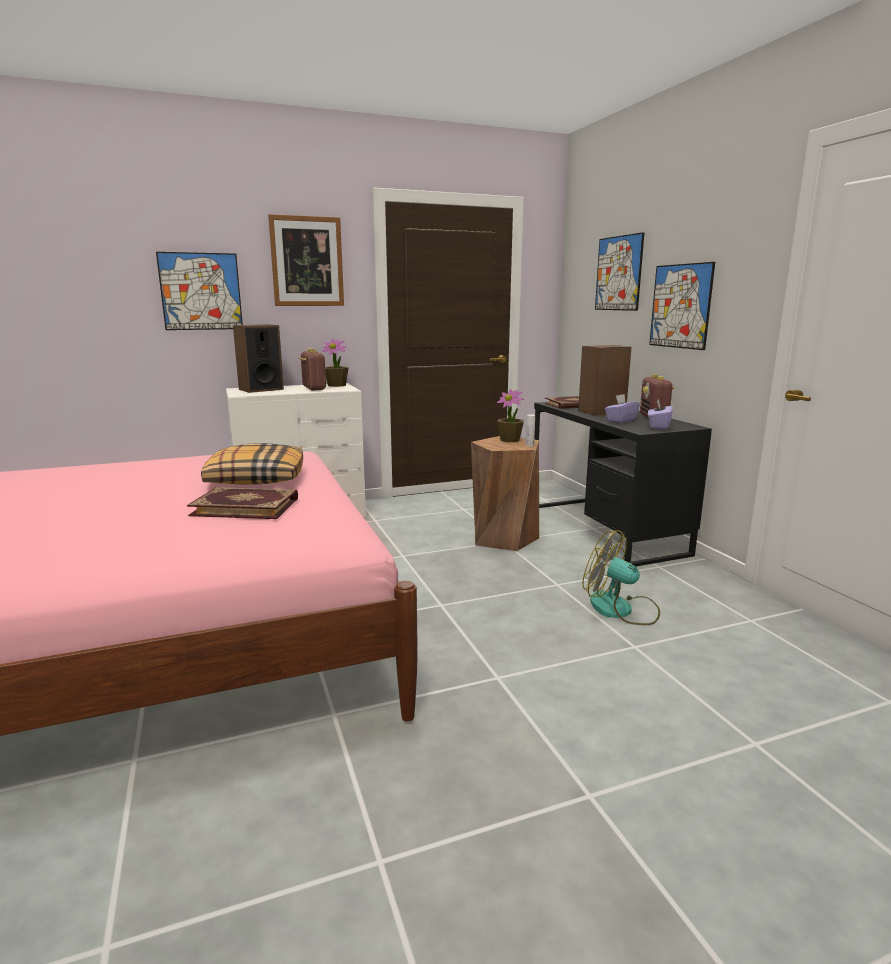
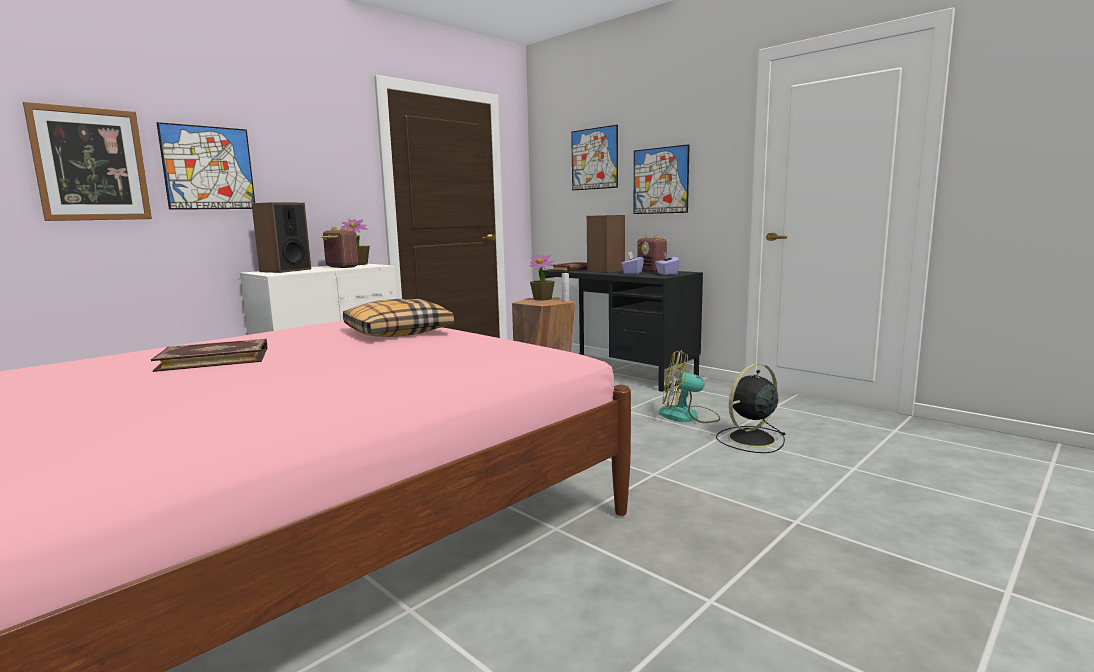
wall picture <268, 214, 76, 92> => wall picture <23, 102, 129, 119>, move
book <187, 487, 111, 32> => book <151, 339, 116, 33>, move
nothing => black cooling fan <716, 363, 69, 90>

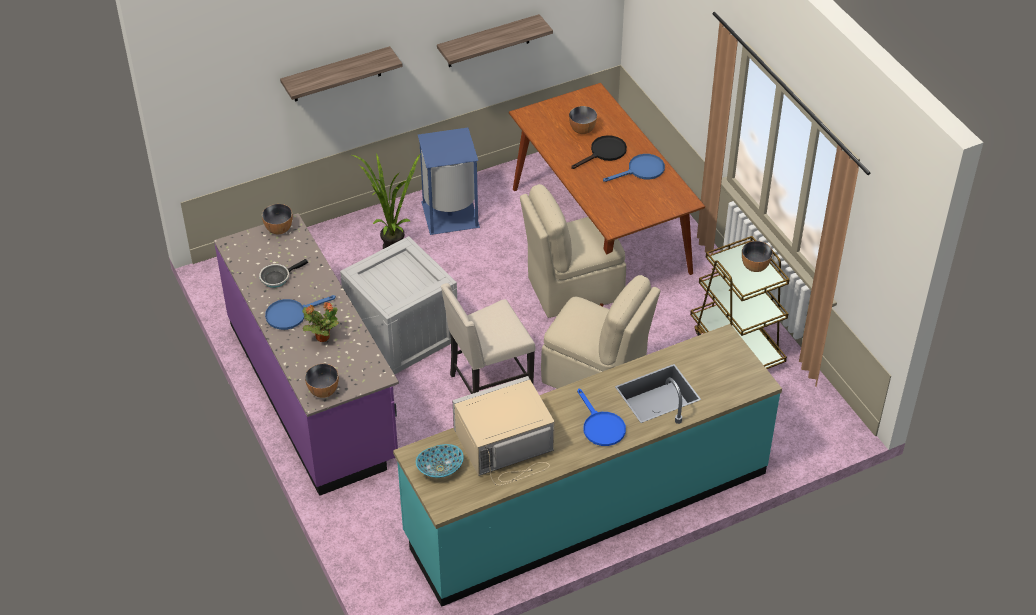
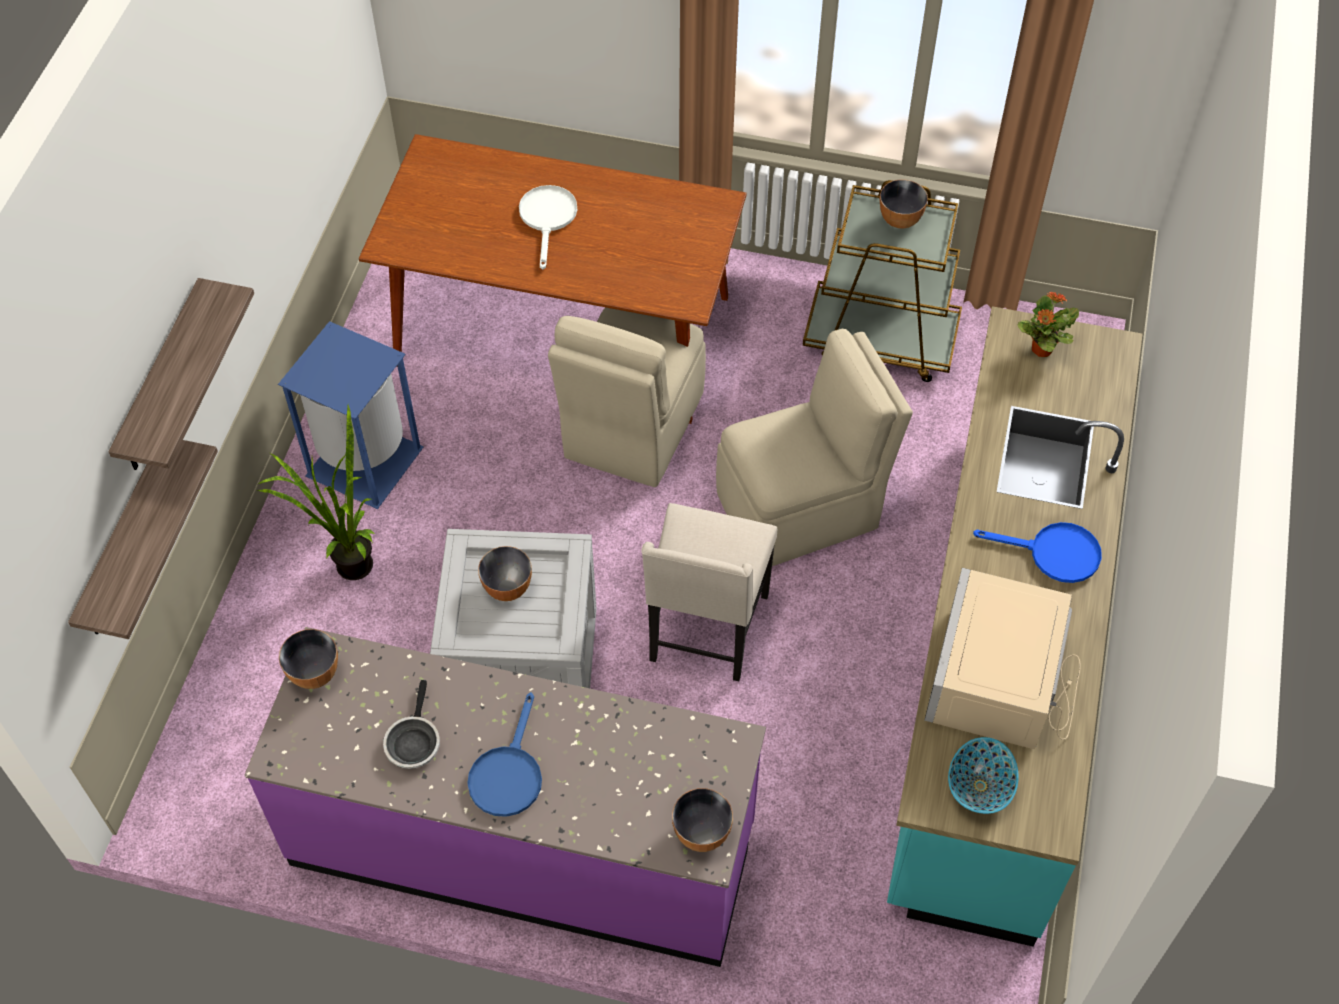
bracket shelf <437, 14, 116, 53> => bracket shelf <68, 440, 150, 199>, move
serving bowl <569, 106, 28, 28> => serving bowl <478, 546, 54, 55>, move
black skillet <571, 135, 56, 34> => white skillet <519, 185, 58, 84>
potted plant <302, 302, 37, 40> => potted plant <1017, 291, 62, 66>, move
blue skillet <603, 154, 62, 28> => nothing

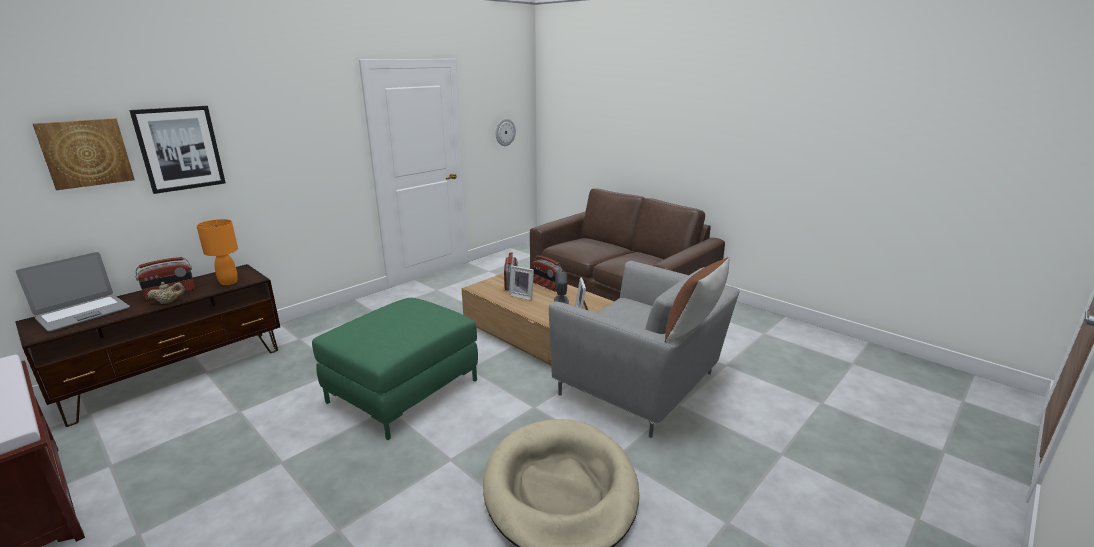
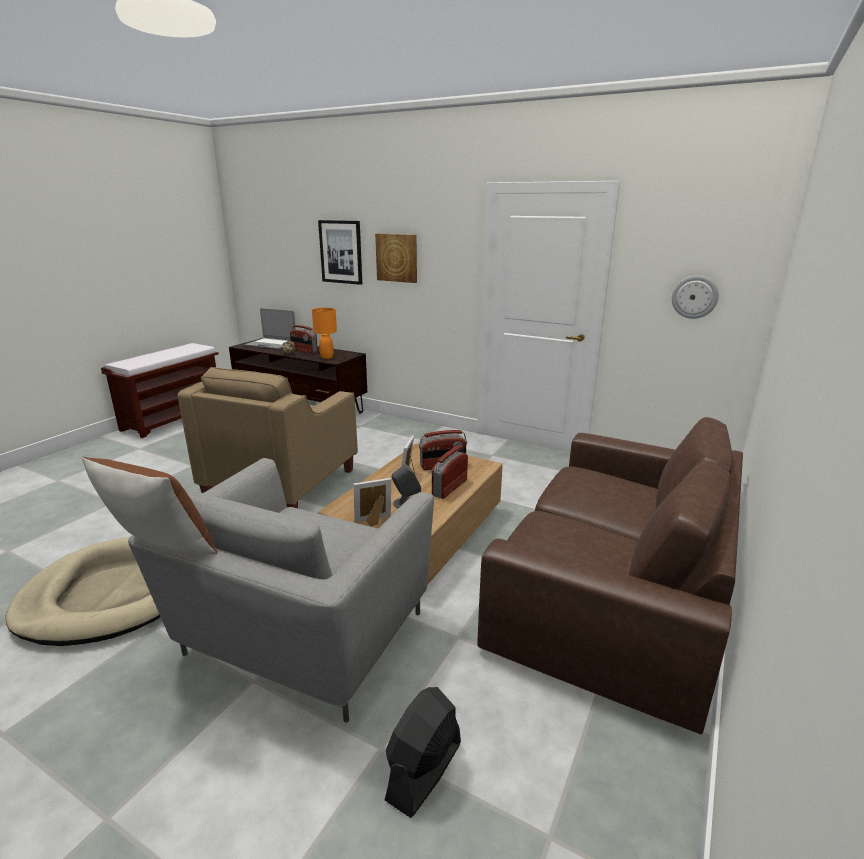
green ottoman <312, 298, 166, 142> => beige lounge chair <178, 367, 180, 141>
wall picture <32, 118, 103, 72> => wall picture <375, 233, 42, 50>, move
nothing => black cooling fan <385, 687, 76, 131>

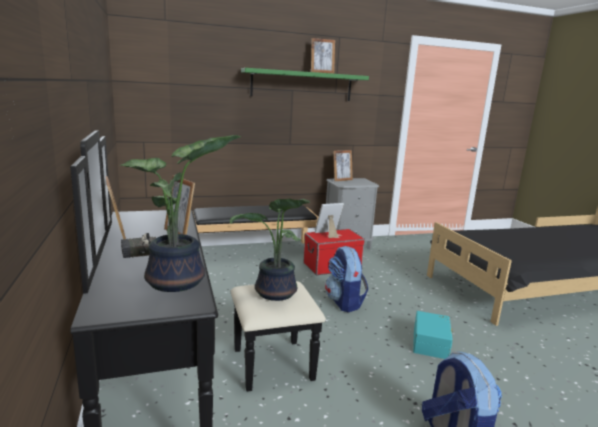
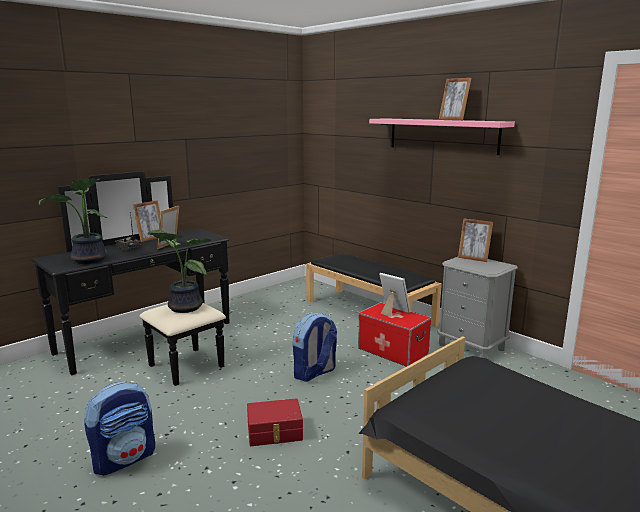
turquoise storage container <413, 311, 40, 48> => reddish storage container <247, 398, 56, 48>
green bracket shelf <241, 68, 128, 33> => pink-coloured bracket shelf <369, 118, 146, 37>

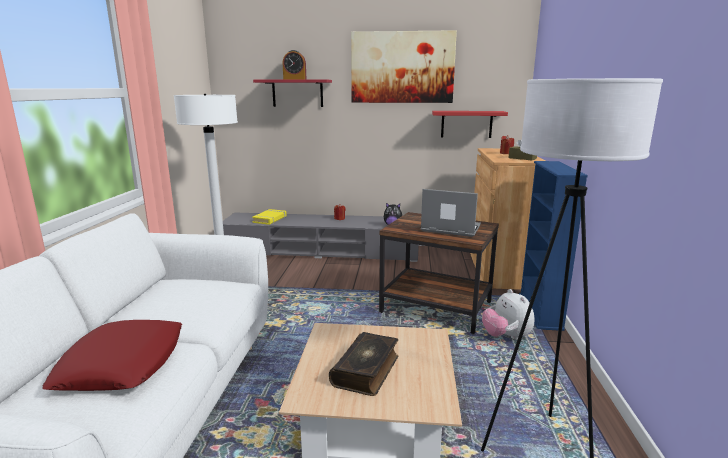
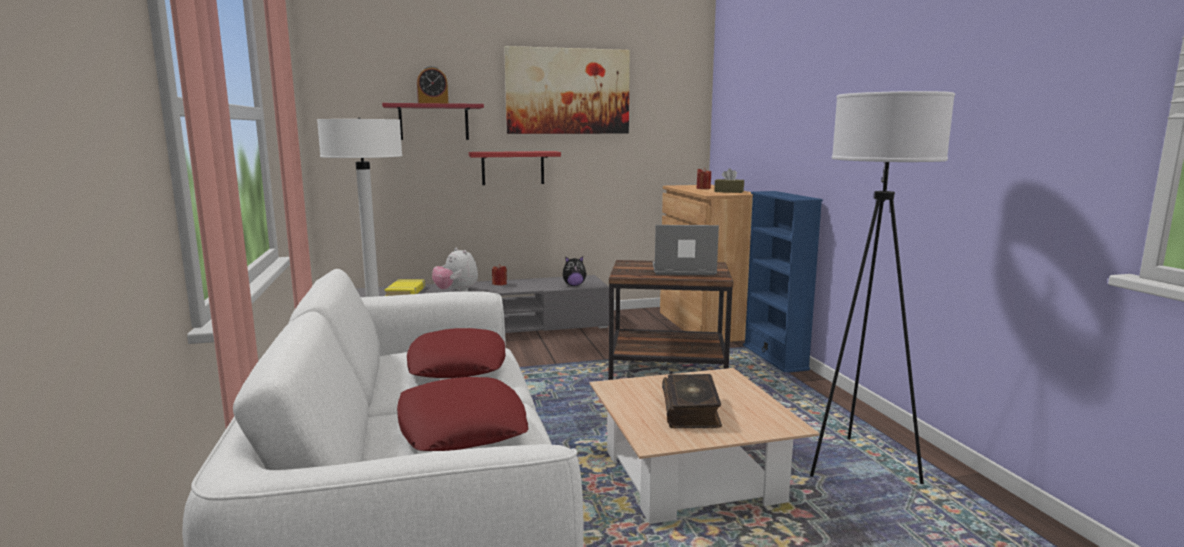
nothing => reddish cushion <407, 328, 98, 50>
soft toy <482, 289, 52, 51> => soft toy <432, 248, 46, 44>, move
reddish bracket shelf <432, 111, 76, 27> => reddish bracket shelf <469, 151, 92, 34>, move

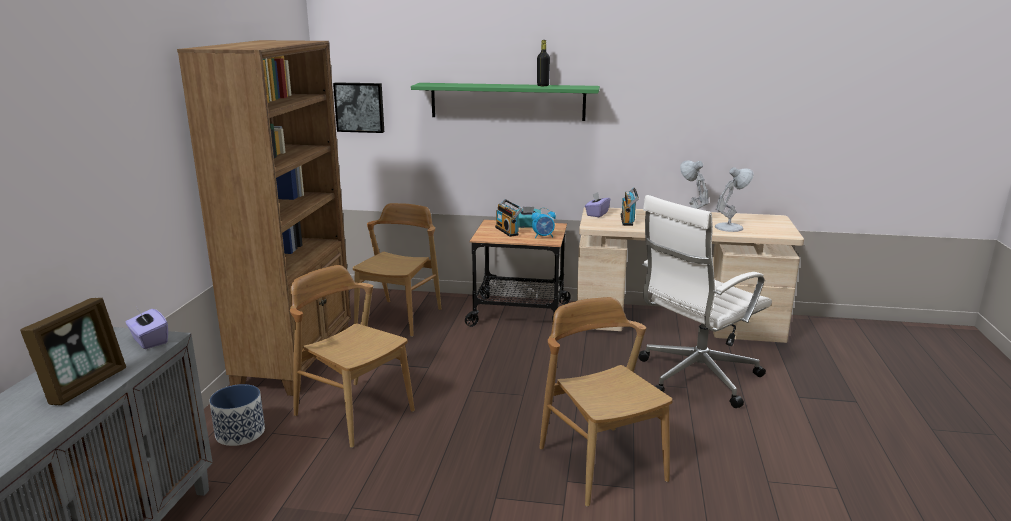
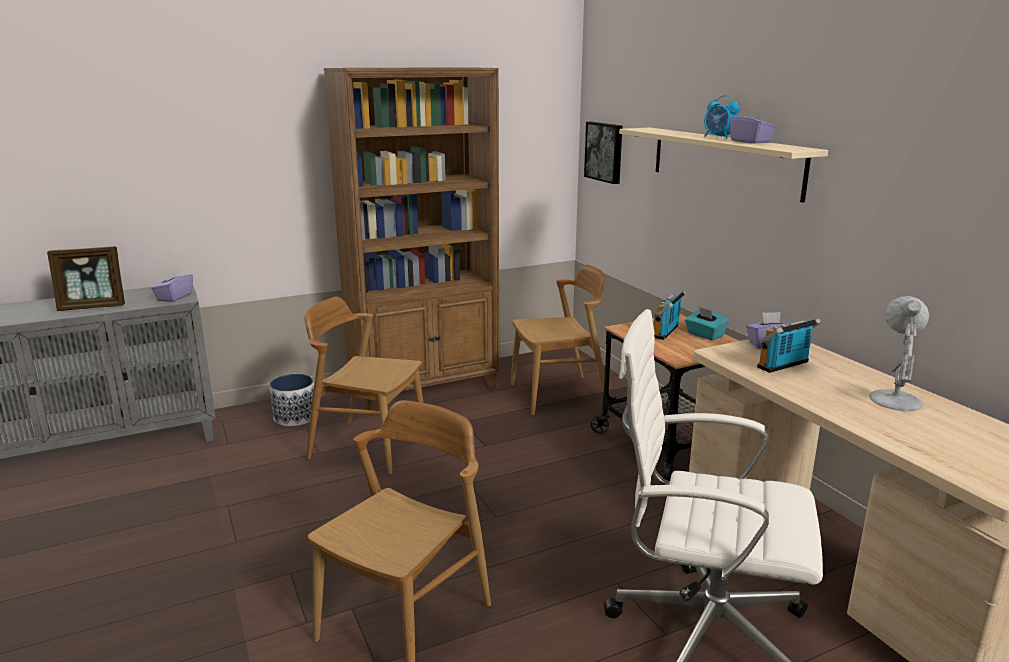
brown-coloured chair <290, 265, 125, 183> => brown-coloured chair <305, 297, 118, 177>, 75 degrees counterclockwise
green bracket shelf <411, 83, 189, 38> => beige bracket shelf <619, 128, 209, 75>
bedside clock <532, 208, 24, 30> => bedside clock <704, 95, 36, 43>, move
black drink bottle <537, 40, 13, 46> => purple-coloured tissue box <729, 108, 47, 36>
white table lamp <715, 167, 39, 65> => nothing

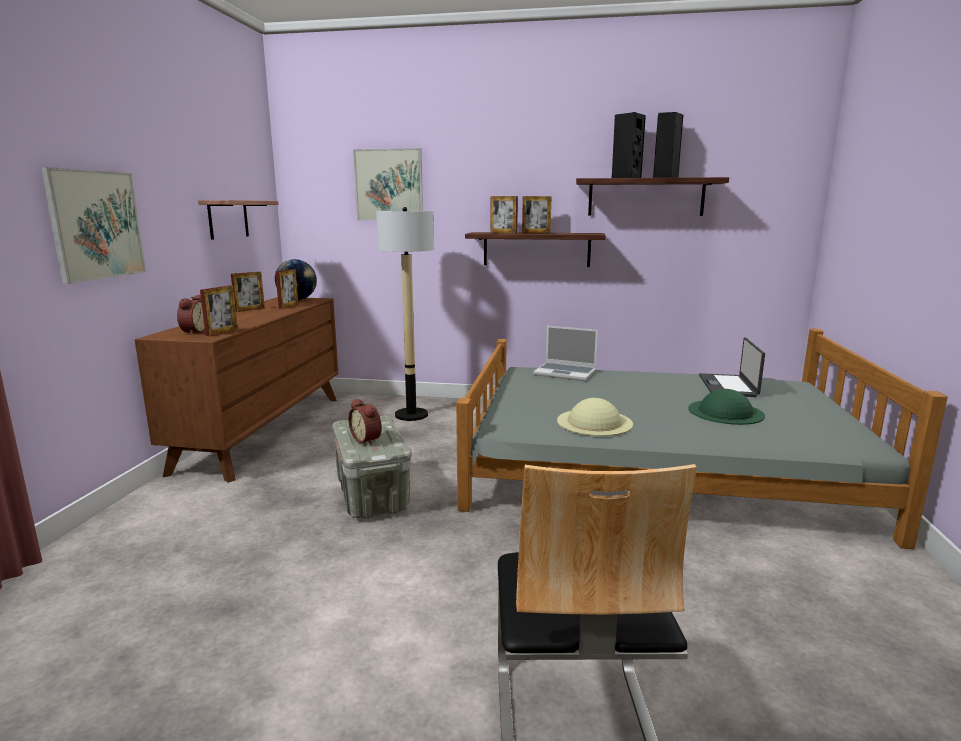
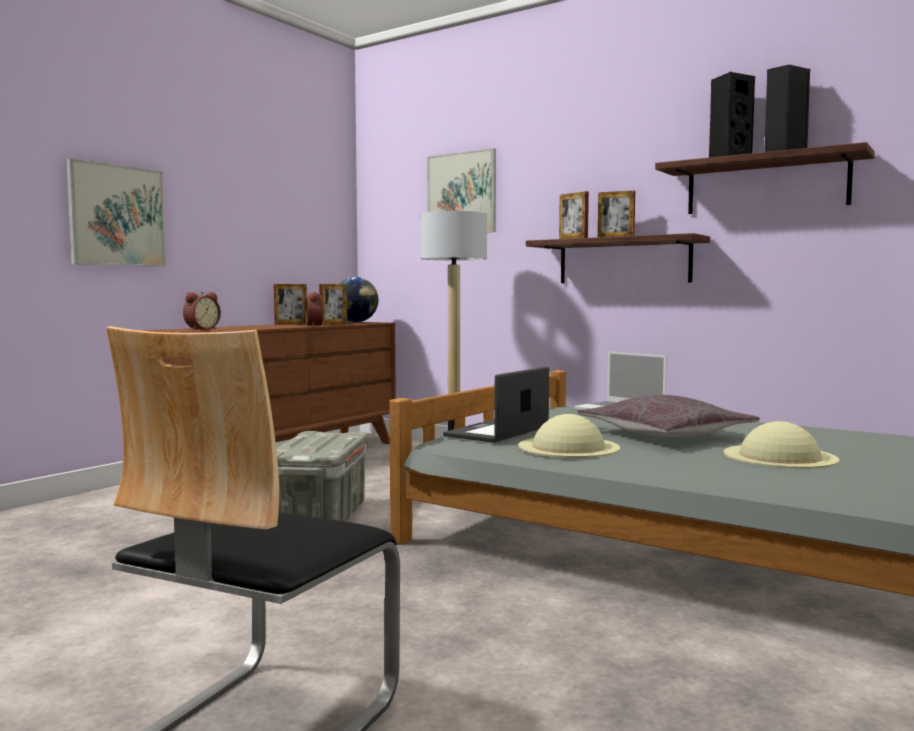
bedside clock <348, 399, 34, 46> => bedside clock <305, 292, 20, 34>, move
notebook computer <699, 337, 66, 60> => notebook computer <443, 367, 106, 76>, move
nothing => gray cushion <578, 395, 182, 42>
green clothing hat <688, 389, 77, 36> => beige clothing hat <724, 421, 116, 48>
bracket shelf <198, 200, 81, 40> => nothing
picture frame <200, 285, 38, 51> => nothing

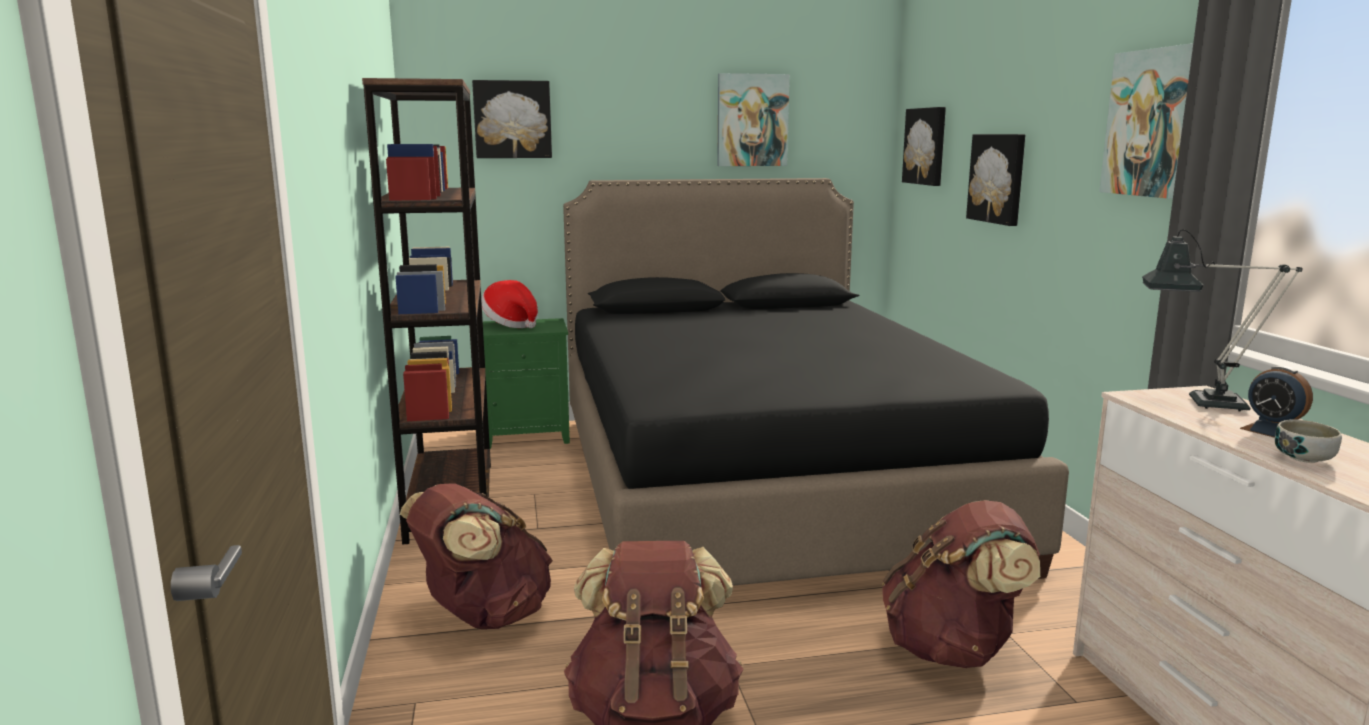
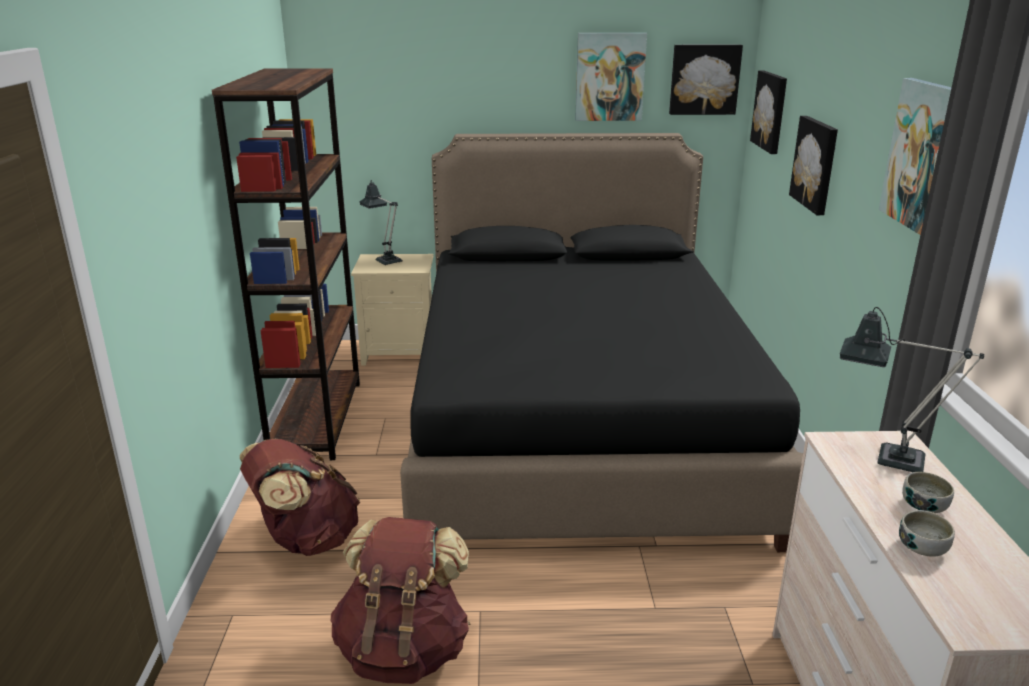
green bedside table <483, 318, 87, 131> => beige bedside table <351, 254, 83, 112>
clothing hat <481, 280, 57, 48> => table lamp <360, 180, 42, 85>
wall picture <472, 80, 80, 78> => wall picture <669, 45, 74, 70>, move
bedside clock <1240, 366, 73, 72> => serving bowl <902, 472, 52, 41>
brown-coloured backpack <882, 500, 158, 168> => nothing

